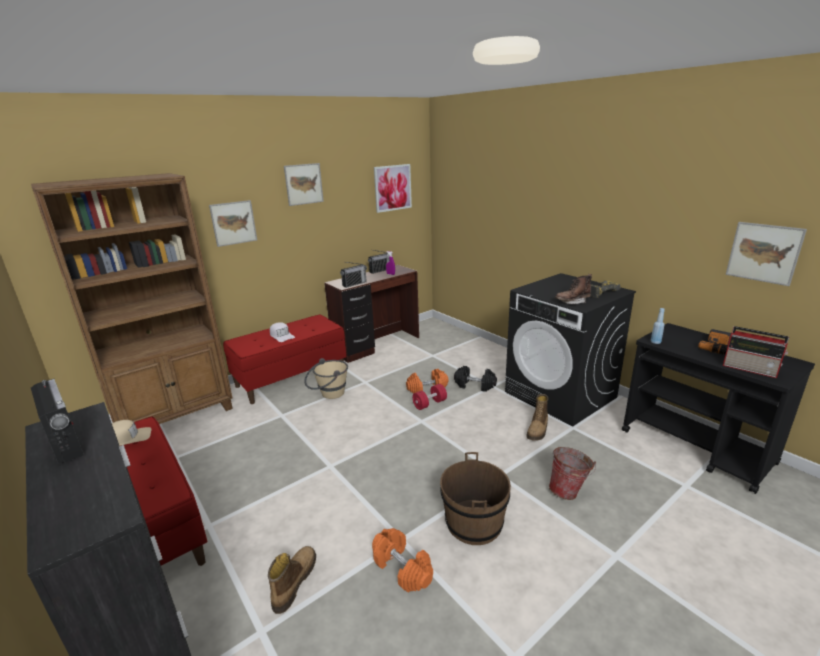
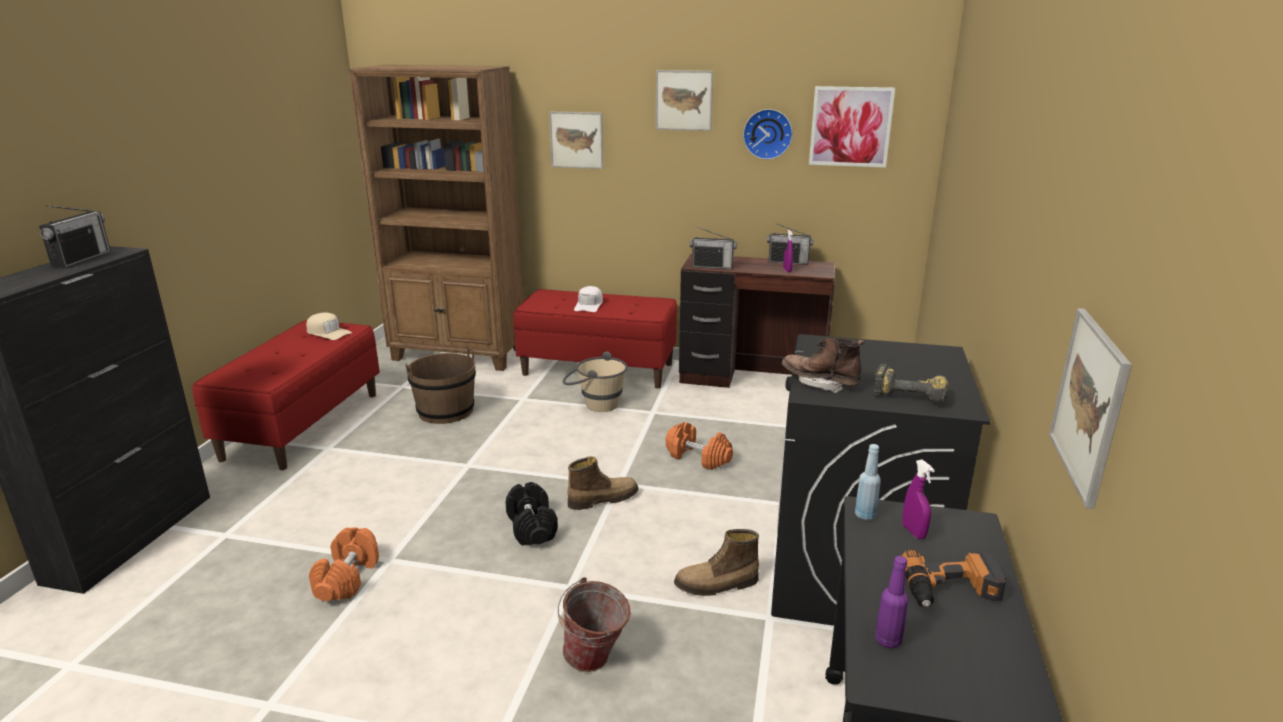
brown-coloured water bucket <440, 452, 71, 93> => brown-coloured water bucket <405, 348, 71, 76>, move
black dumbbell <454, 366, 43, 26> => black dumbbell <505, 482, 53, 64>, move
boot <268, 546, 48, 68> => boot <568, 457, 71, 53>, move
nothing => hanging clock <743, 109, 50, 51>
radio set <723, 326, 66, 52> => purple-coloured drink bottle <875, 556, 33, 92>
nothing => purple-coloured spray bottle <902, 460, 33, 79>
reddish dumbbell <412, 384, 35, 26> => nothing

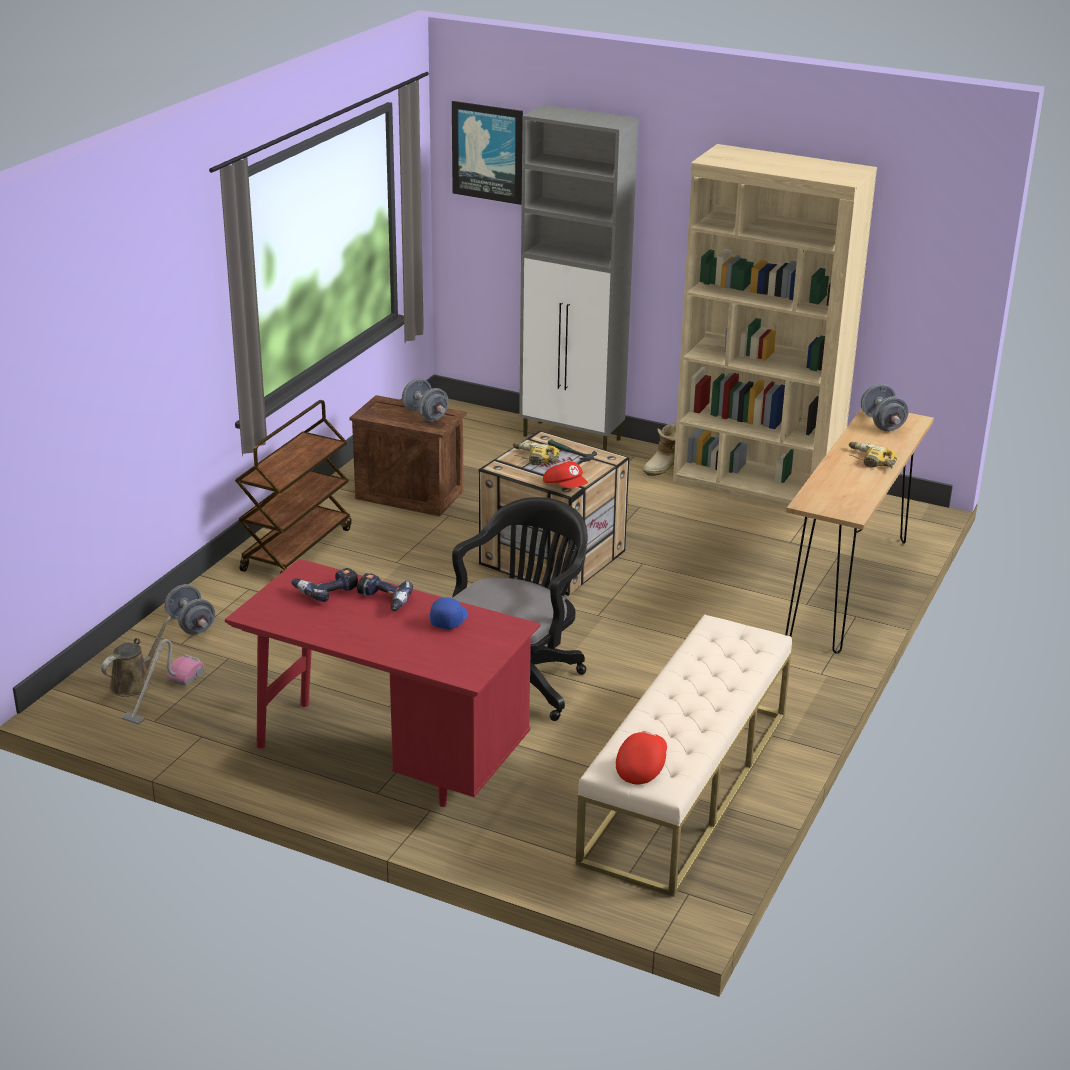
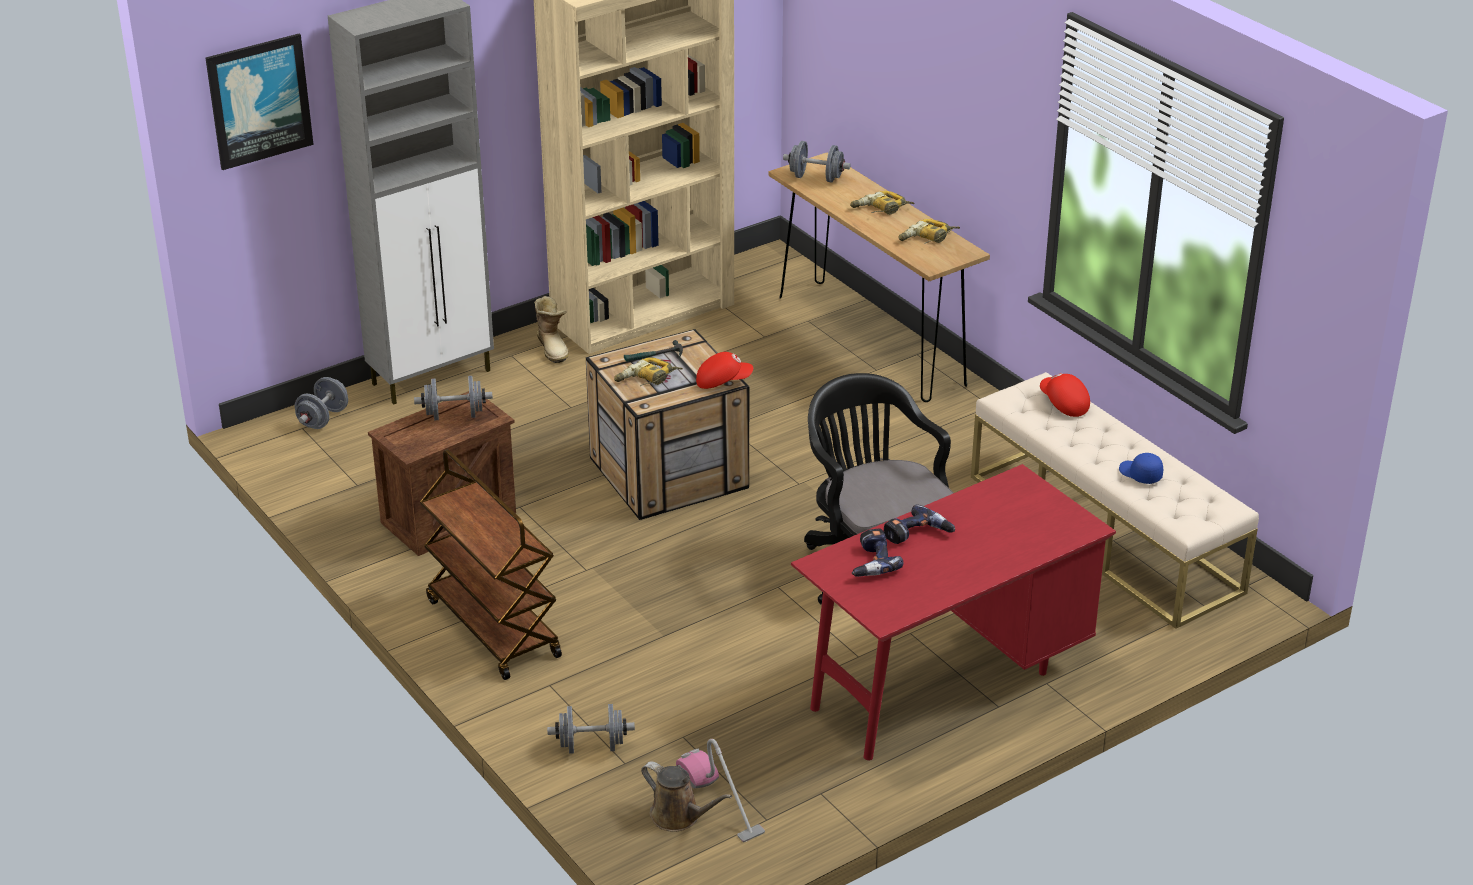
nothing => gray dumbbell <294, 377, 54, 52>
brown-coloured watering can <101, 616, 70, 81> => brown-coloured watering can <641, 761, 91, 71>, 150 degrees clockwise
nothing => drill <898, 219, 62, 25>
reddish peaked cap <616, 731, 51, 54> => reddish peaked cap <1040, 373, 50, 44>, move
blue peaked cap <430, 597, 38, 32> => blue peaked cap <1119, 453, 44, 31>, move

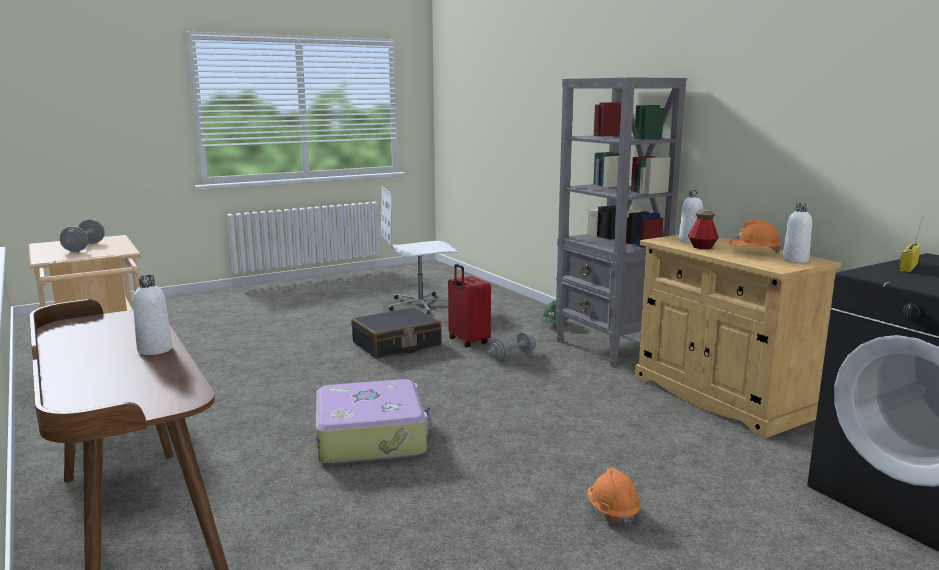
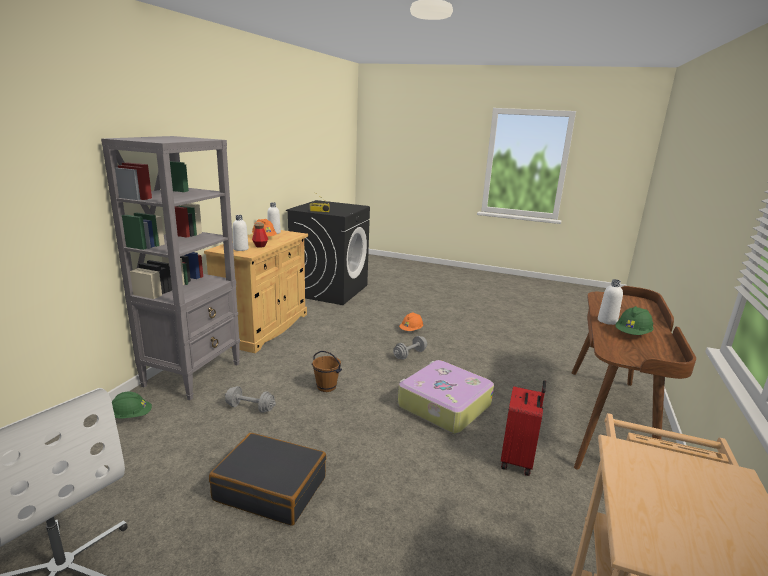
nothing => brown-coloured water bucket <312, 351, 30, 41>
gray dumbbell <60, 219, 44, 33> => gray dumbbell <393, 336, 34, 23>, move
reddish piece of luggage <448, 264, 43, 83> => reddish piece of luggage <501, 380, 45, 96>, move
nothing => green hard hat <615, 306, 38, 29>

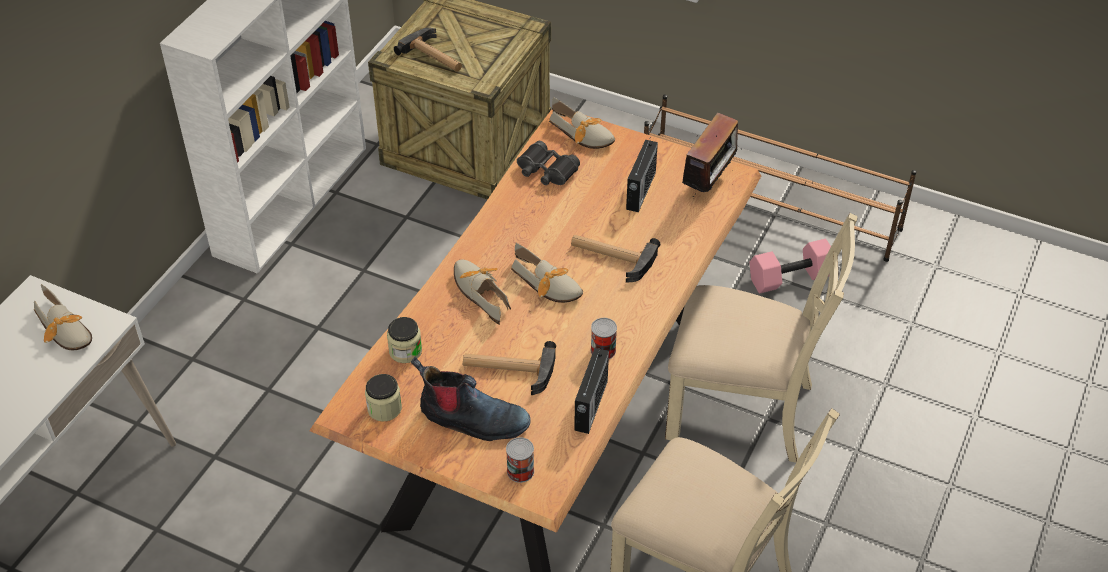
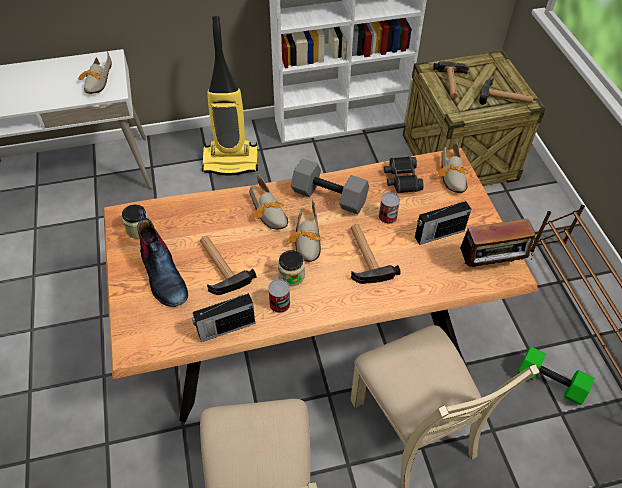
nothing => vacuum cleaner <202, 16, 56, 160>
item of footwear <454, 260, 57, 65> => item of footwear <249, 174, 39, 56>, 135 degrees clockwise
storage jar <387, 317, 35, 46> => storage jar <278, 250, 27, 36>, move
nothing => gray dumbbell <291, 158, 78, 57>
sealed can <506, 437, 28, 46> => sealed can <379, 192, 21, 32>, move
nothing => tool hammer <479, 78, 55, 27>
pink-coloured dumbbell <749, 239, 82, 54> => green dumbbell <517, 347, 78, 58>

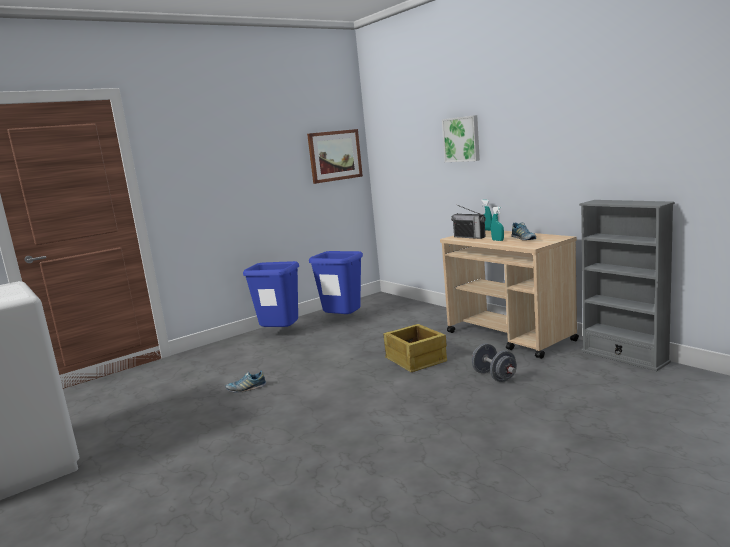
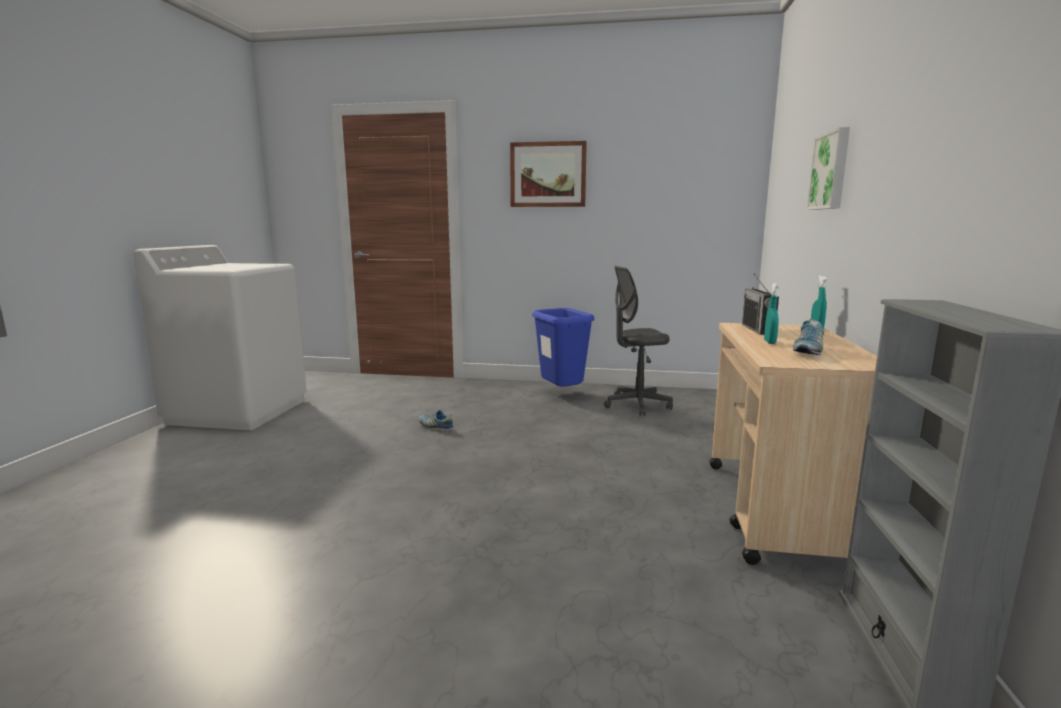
wall picture <307, 129, 56, 55> => wall picture <510, 141, 77, 66>, move
blue rubbish bin <309, 251, 54, 63> => gray office chair <604, 266, 69, 150>
shipping crate <383, 324, 64, 48> => nothing
gray dumbbell <472, 343, 45, 39> => nothing

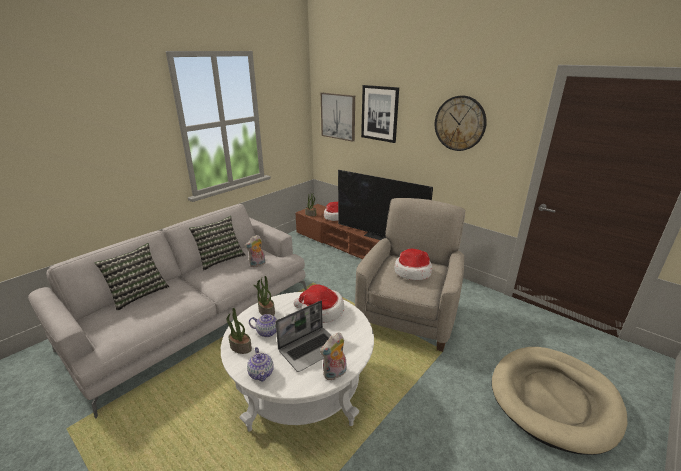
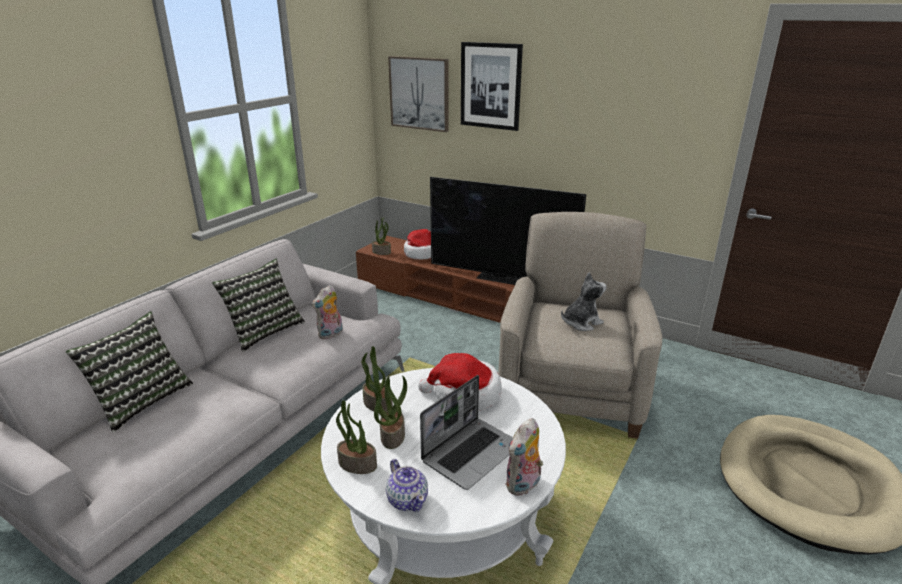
teapot <249, 314, 28, 23> => potted plant <369, 375, 38, 74>
clothing hat <394, 249, 38, 31> => soft toy <561, 273, 46, 58>
hanging clock <435, 96, 52, 55> => nothing

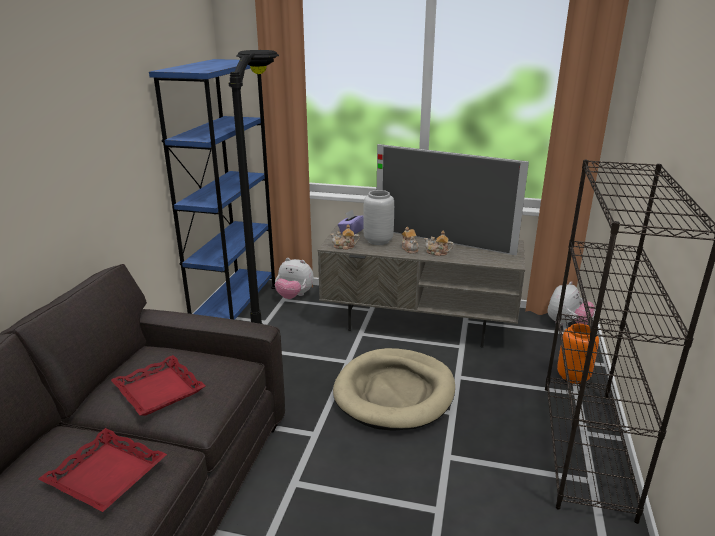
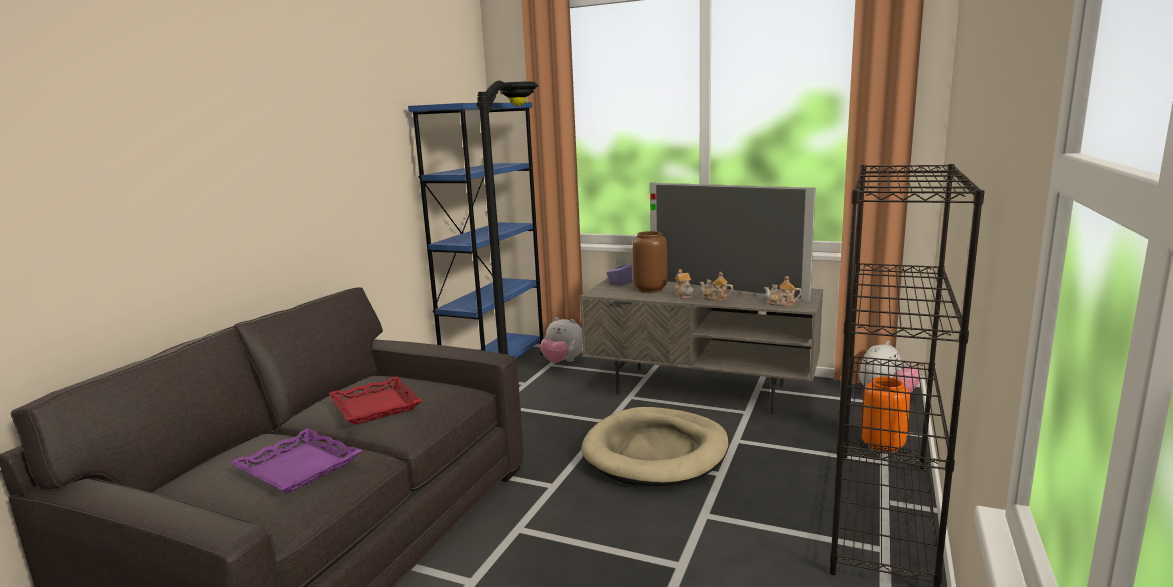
reddish tray <38, 428, 129, 84> => purple-coloured tray <230, 428, 132, 66>
gray decorative vase <363, 190, 31, 55> => brown-coloured decorative vase <632, 231, 35, 61>
teapot <330, 225, 30, 25> => teapot <764, 276, 38, 30>, move

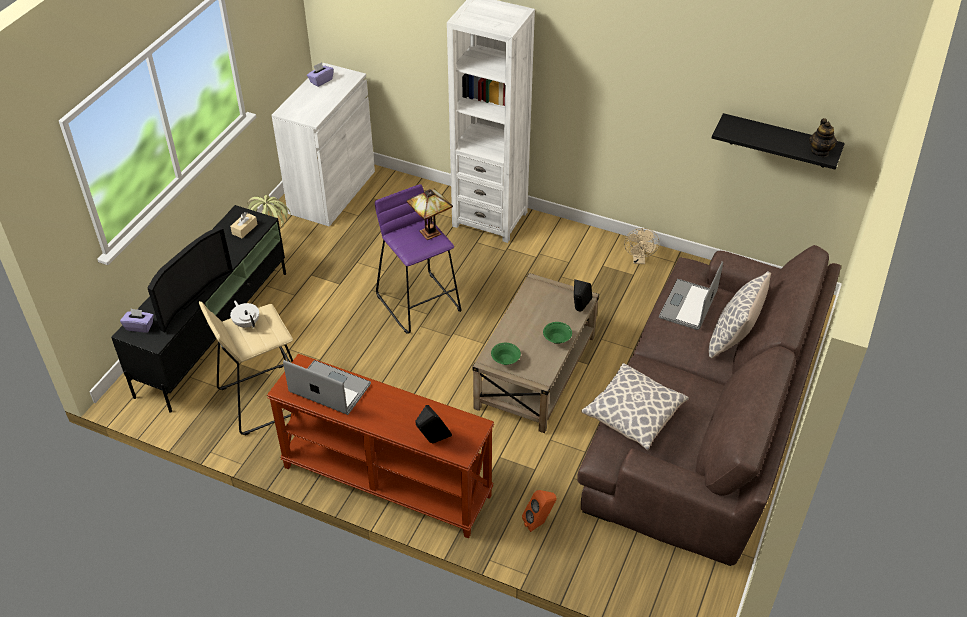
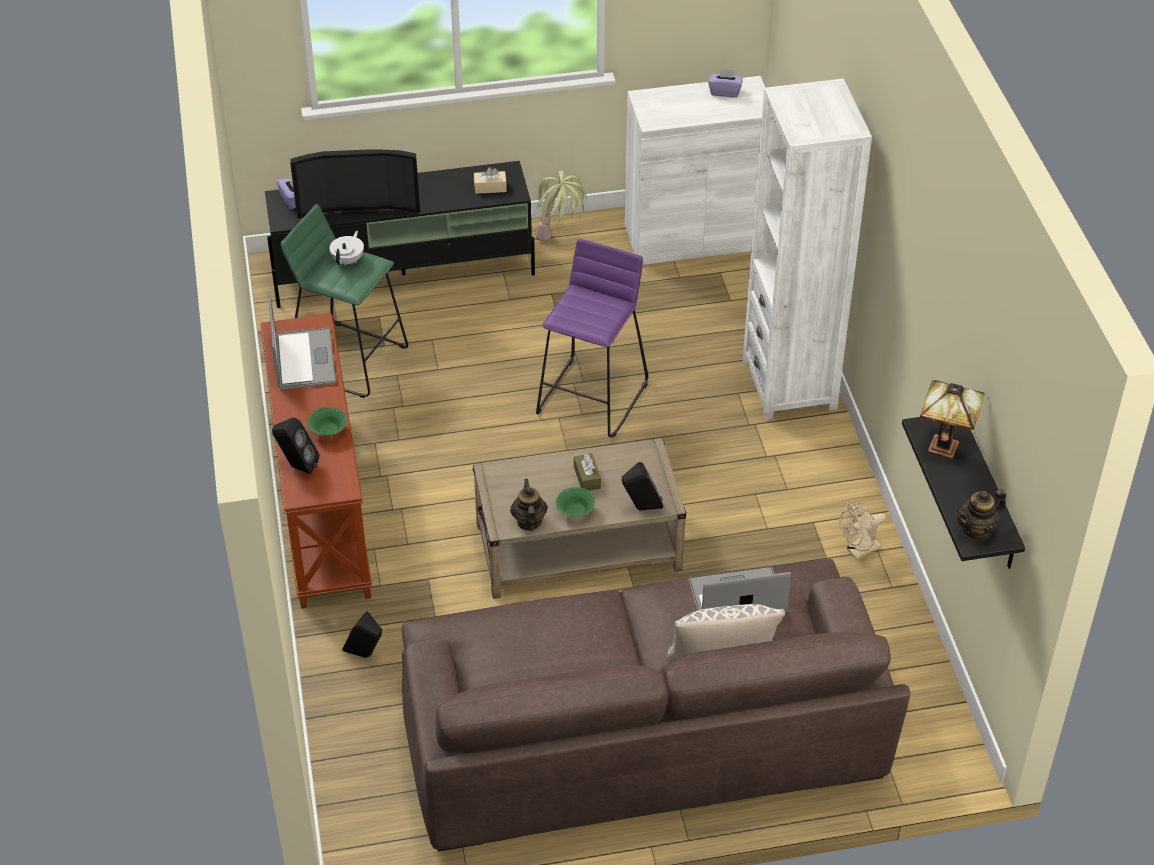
beige stool <199, 301, 94, 134> => green stool <281, 204, 127, 194>
green serving bowl <491, 343, 30, 22> => green serving bowl <307, 407, 40, 30>, move
orangey loudspeaker <522, 490, 34, 42> => black loudspeaker <342, 612, 40, 46>
nothing => teapot <510, 479, 38, 52>
nothing => brown-coloured tissue box <574, 453, 27, 38>
table lamp <406, 188, 47, 52> => table lamp <920, 380, 65, 79>, move
cushion <581, 363, 108, 88> => nothing

